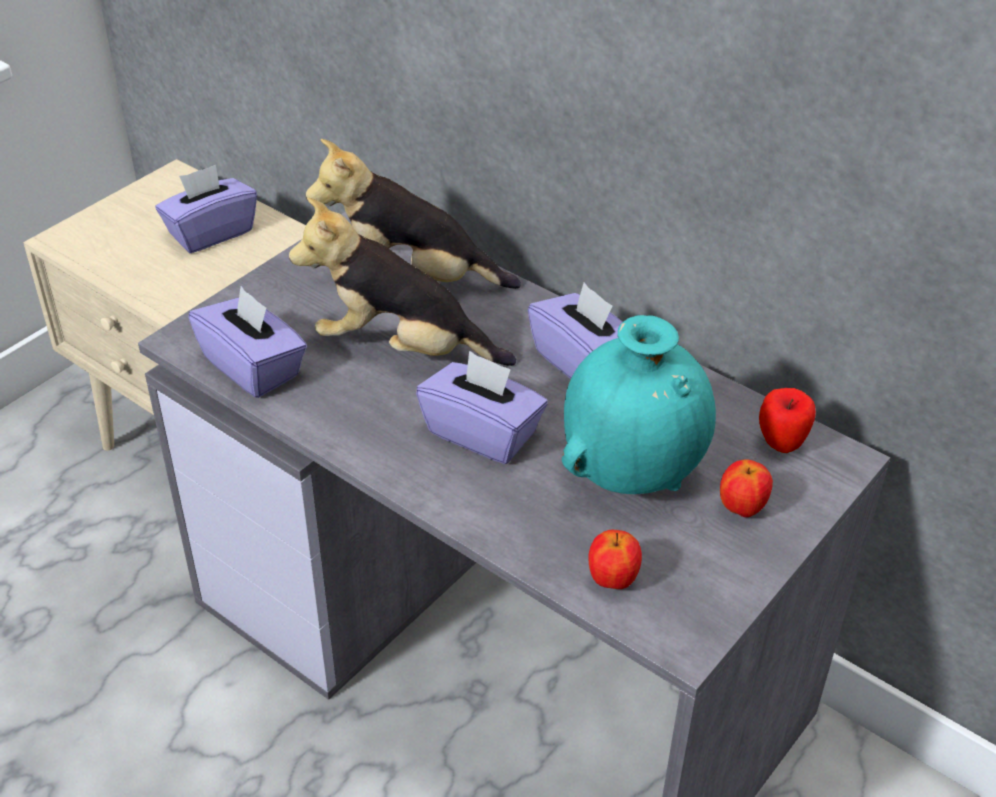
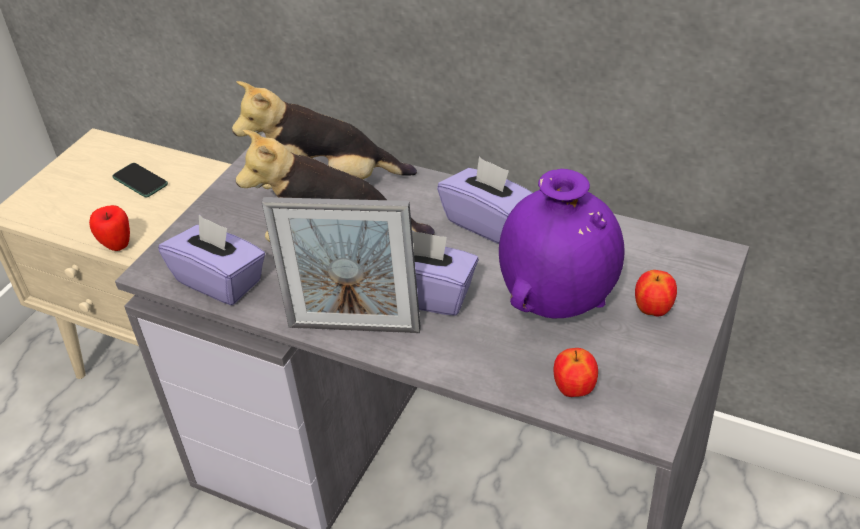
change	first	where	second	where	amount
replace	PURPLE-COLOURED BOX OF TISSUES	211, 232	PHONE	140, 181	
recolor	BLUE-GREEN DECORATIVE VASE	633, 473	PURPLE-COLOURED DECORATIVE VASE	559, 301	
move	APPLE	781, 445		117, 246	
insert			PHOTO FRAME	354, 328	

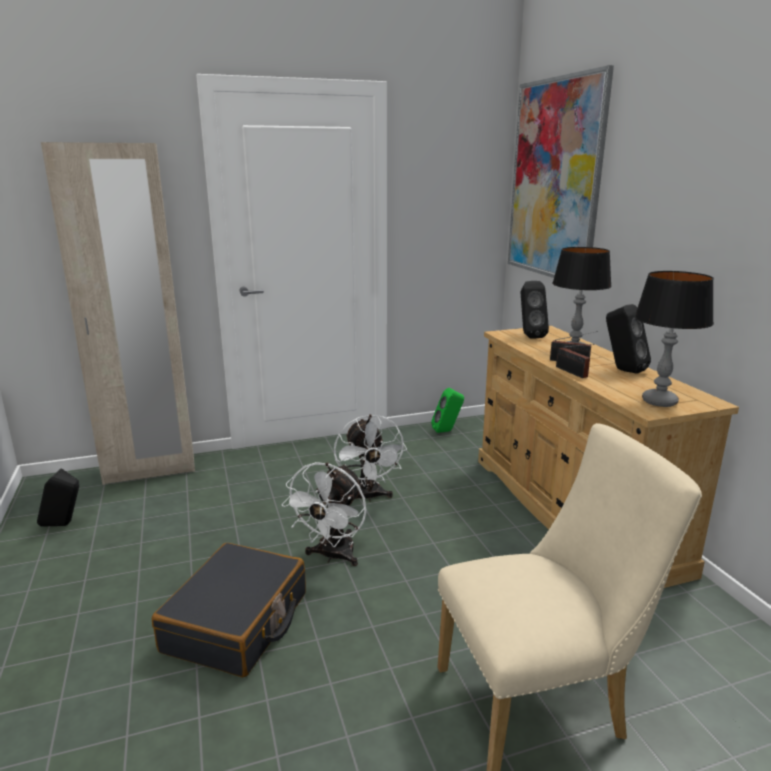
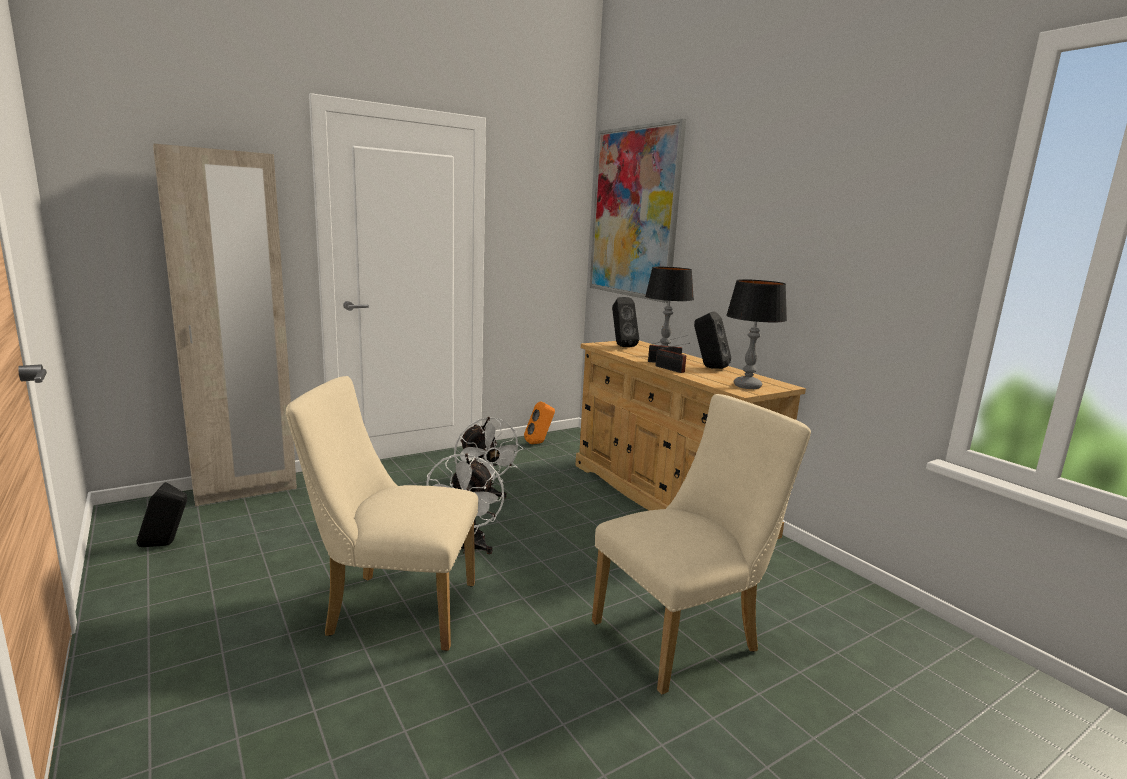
change	first	where	second	where	amount
recolor	GREEN-COLOURED LOUDSPEAKER	447, 431	ORANGE-COLOURED LOUDSPEAKER	539, 443	
replace	BLACK TRAVEL CASE	237, 622	SAND-COLOURED UPRIGHT CHAIR	392, 609	

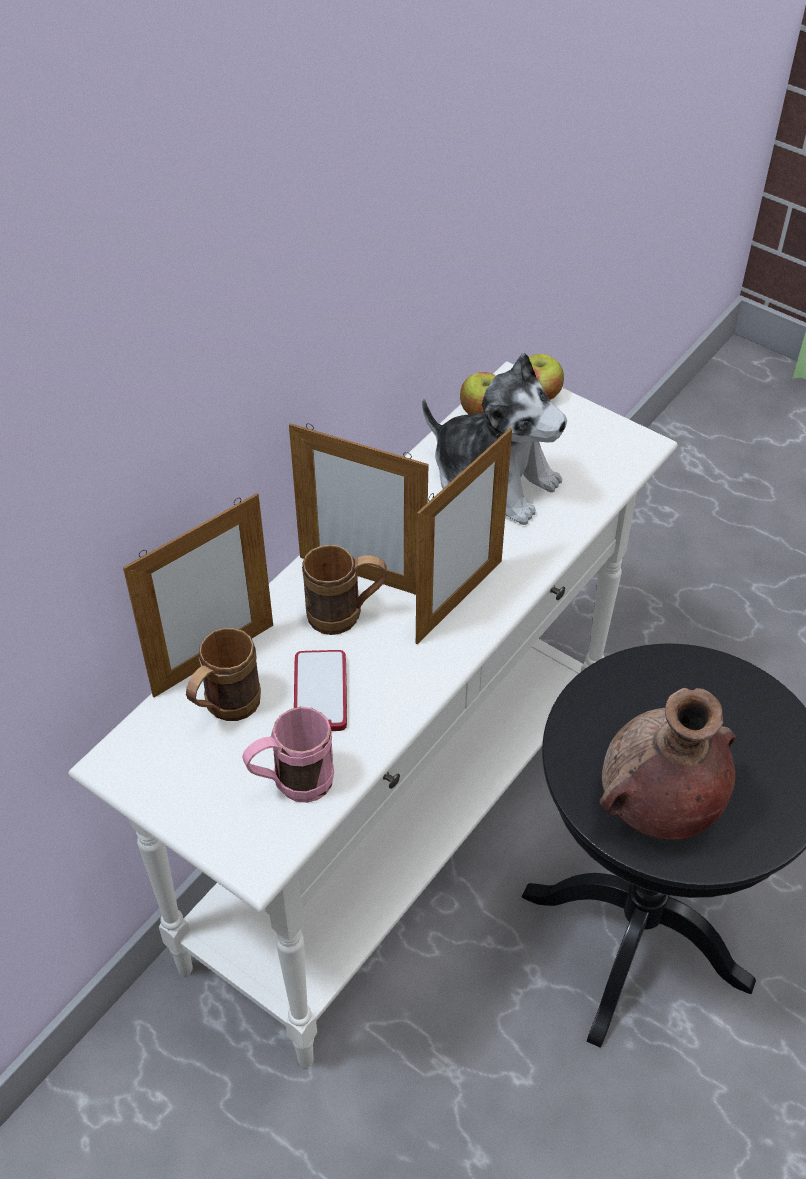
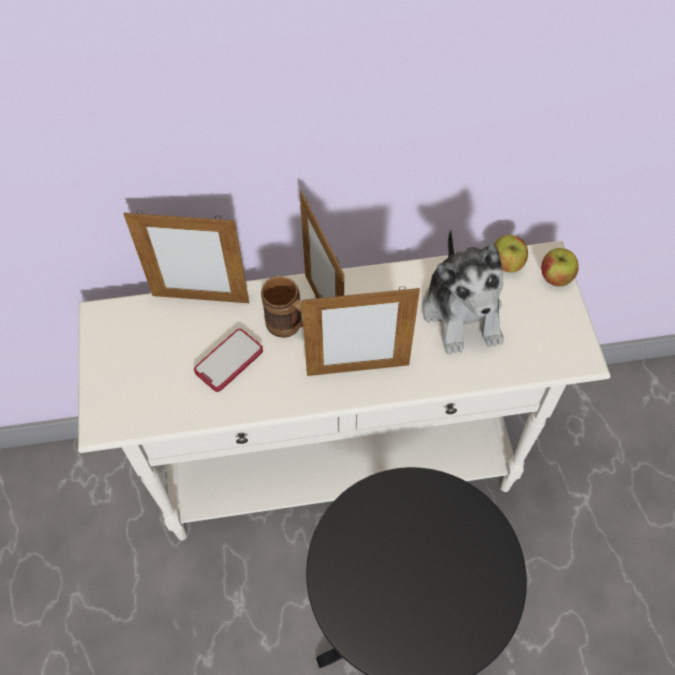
change	first	where	second	where	amount
delete	BROWN-COLOURED TEA MUG	224, 710			
delete	BROWN-COLOURED DECORATIVE VASE	657, 808			
delete	PINK-COLOURED TEA MUG	291, 785			

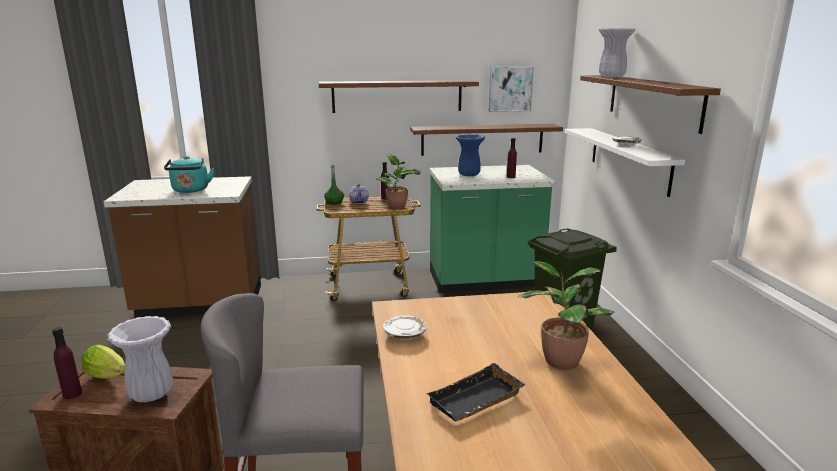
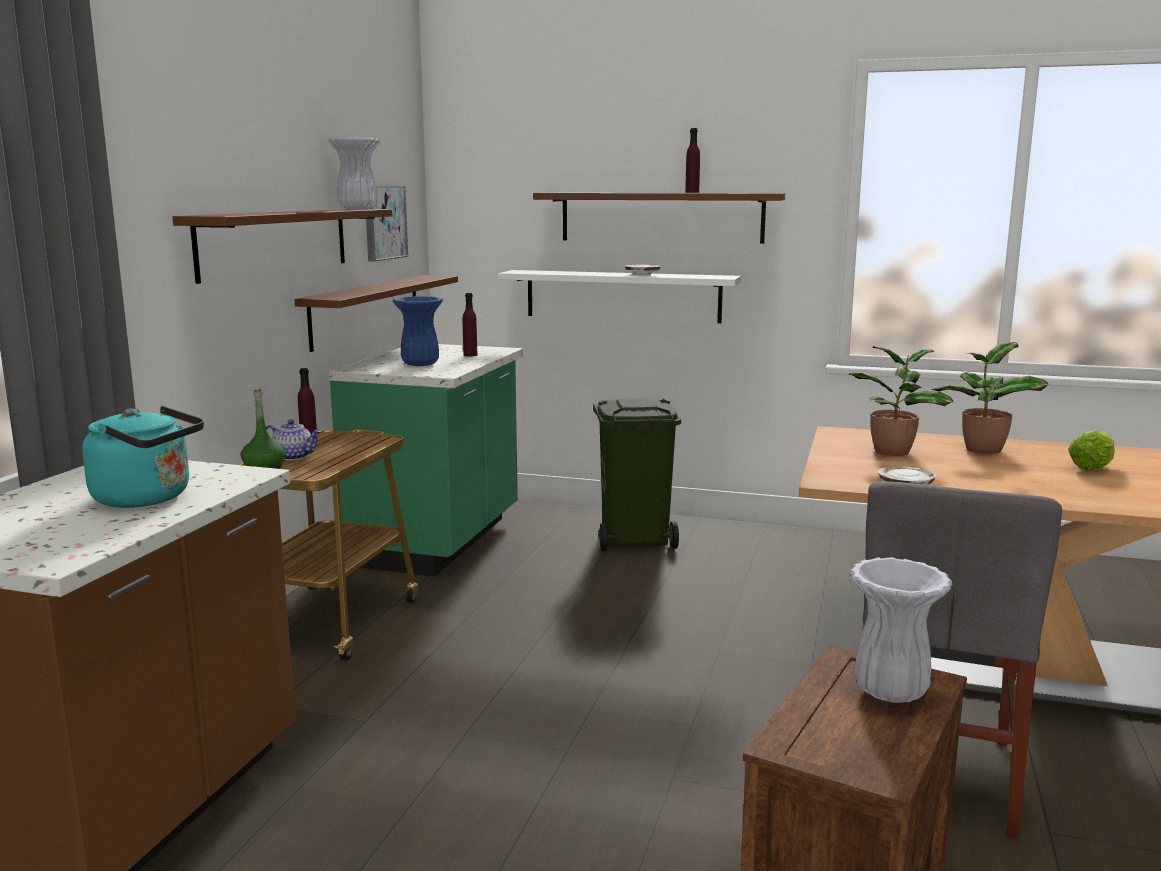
change	first	where	second	where	amount
move	WHITISH DECORATIVE VASE	611, 77		357, 209	
move	POTTED PLANT	398, 207		893, 451	
move	PURPLE-COLOURED BOTTLE	72, 394		692, 192	
move	LETTUCE HEAD	109, 376		1093, 467	
delete	BLACK SERVING TRAY	476, 401			

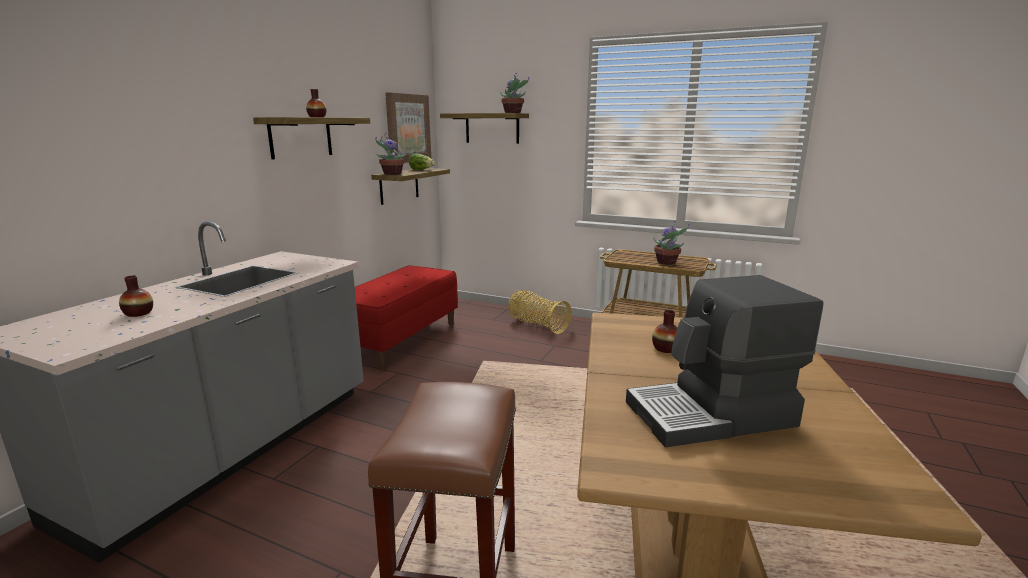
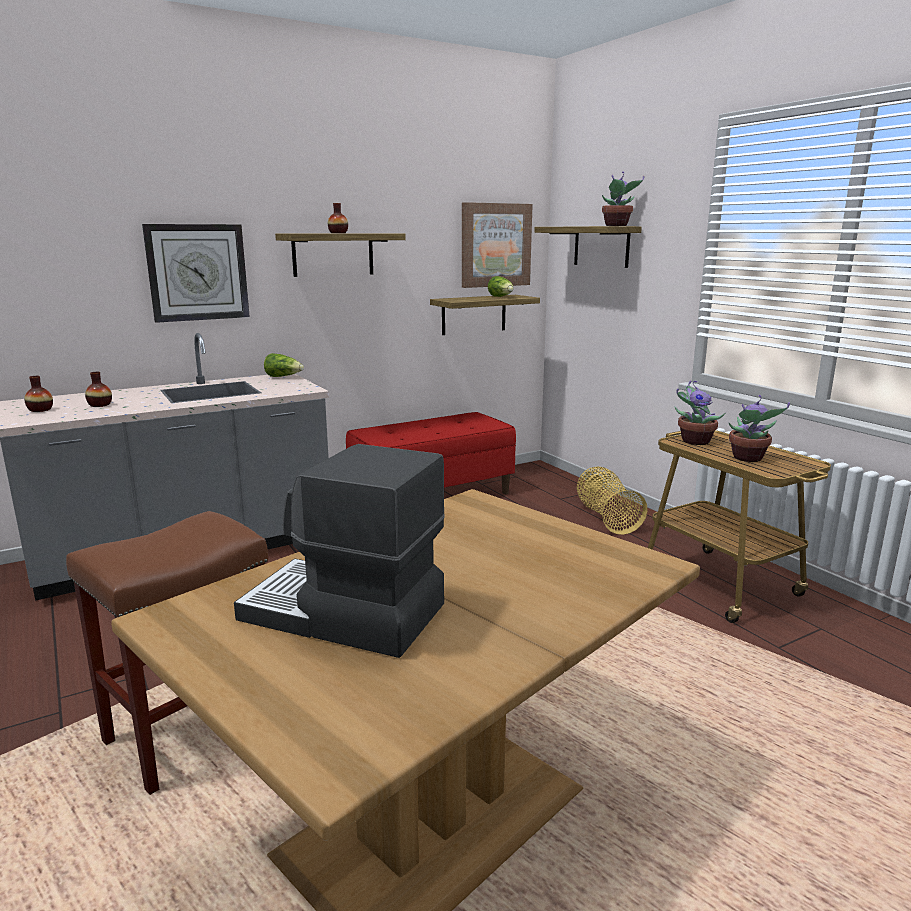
change	first	where	second	where	amount
move	POTTED PLANT	391, 174		693, 441	
move	DECORATIVE VASE	665, 349		40, 410	
insert			WALL CLOCK	197, 272	
insert			LETTUCE HEAD	283, 377	

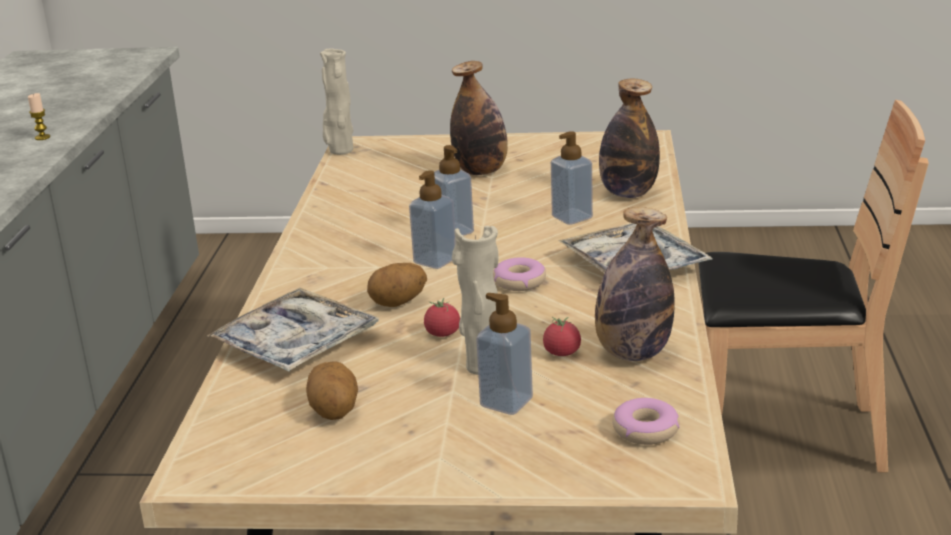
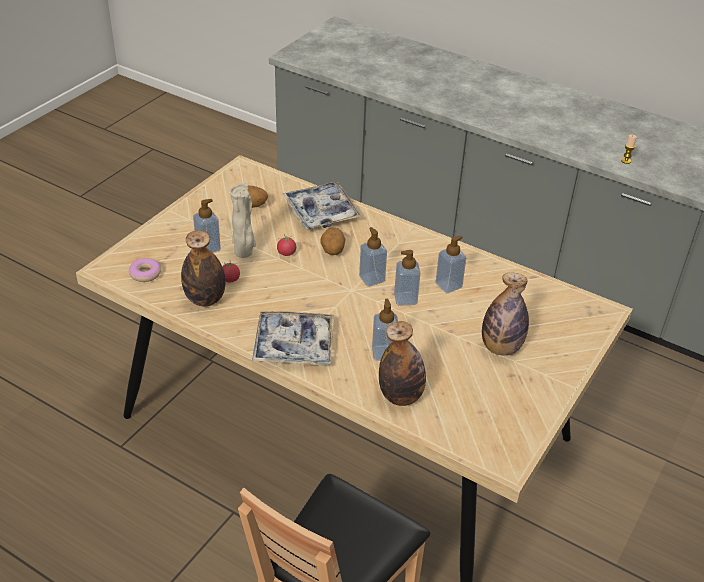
change	first	where	second	where	amount
delete	SAND-COLOURED DECORATIVE VASE	340, 151			
delete	RING DOUGHNUT	519, 282			
insert			SOAP BOTTLE	448, 285	

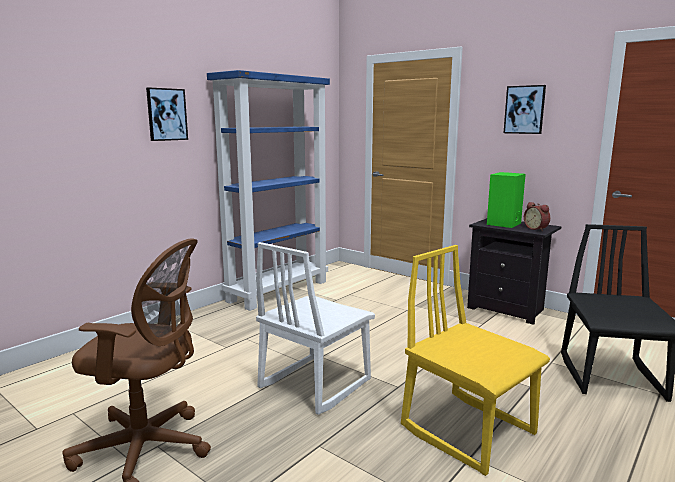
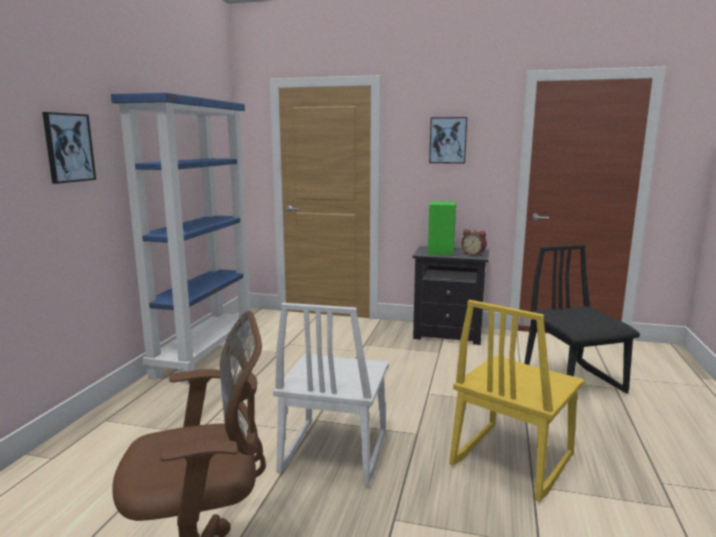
change	first	where	second	where	amount
rotate	YELLOWISH UPRIGHT CHAIR	468, 430		511, 460	75 degrees counterclockwise

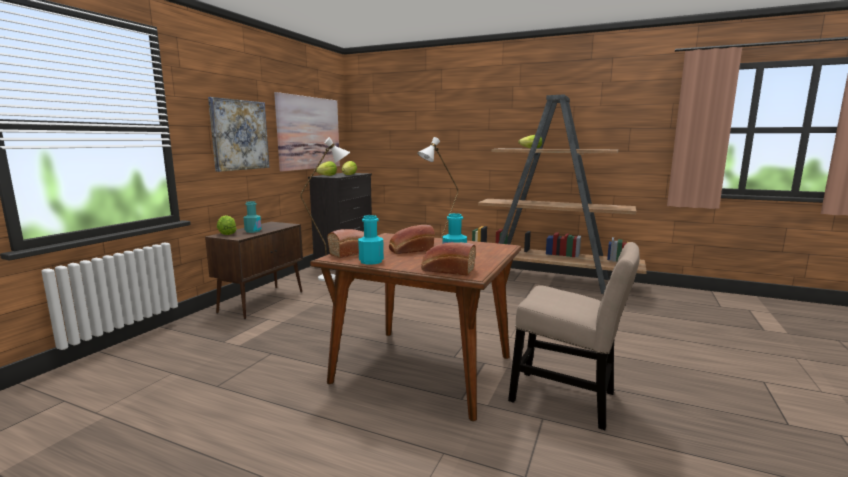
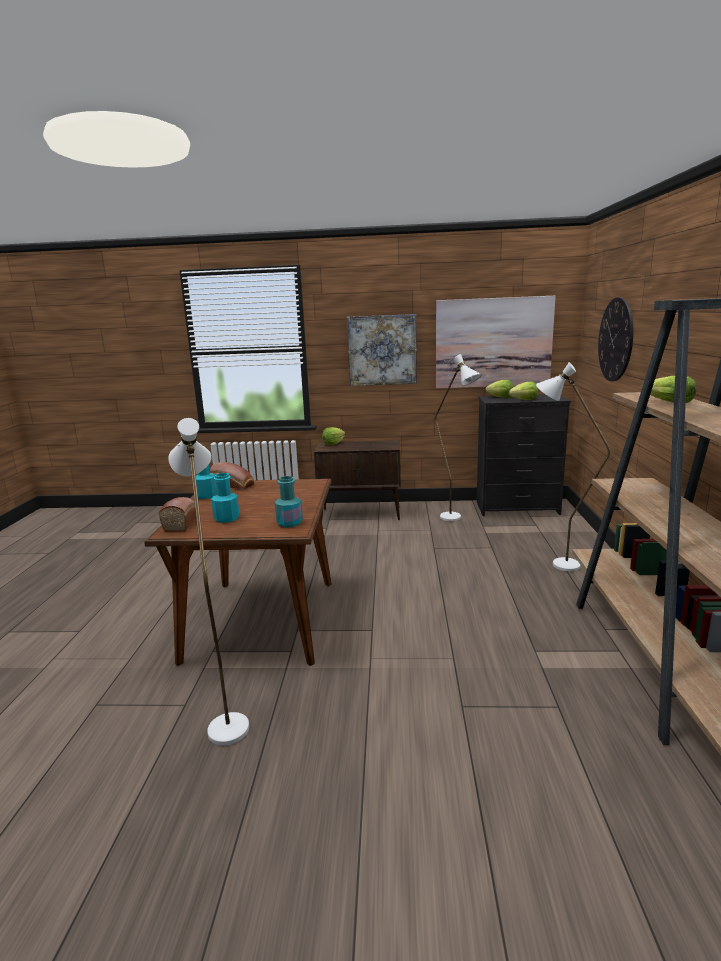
change	first	where	second	where	amount
move	BLUE-GREEN BOTTLE	253, 231		289, 523	
delete	BAKERY BREAD	410, 250			
replace	SAND-COLOURED UPRIGHT CHAIR	568, 399	WHITISH STANDARD LAMP	225, 720	
insert			WALL CLOCK	615, 340	

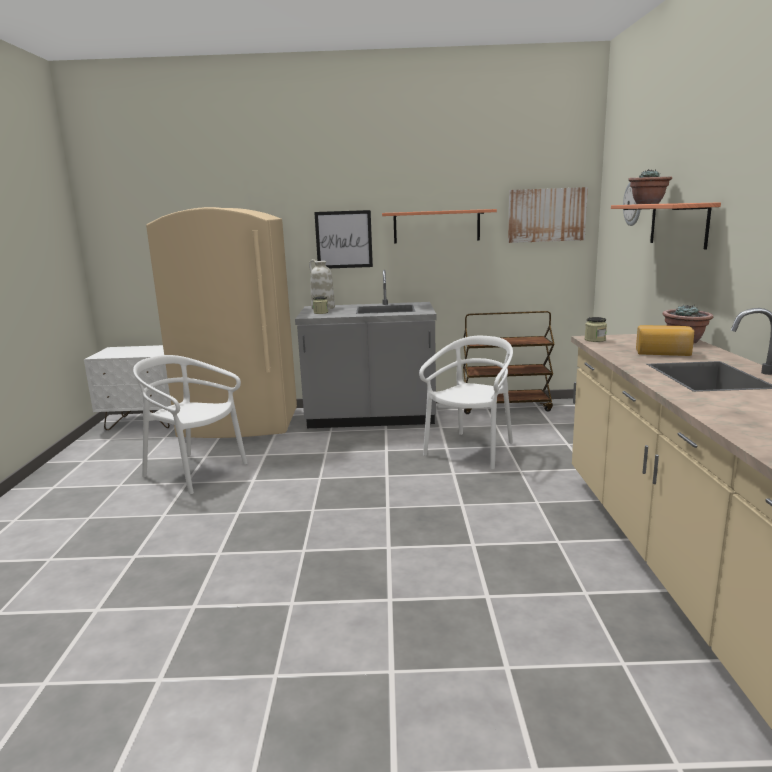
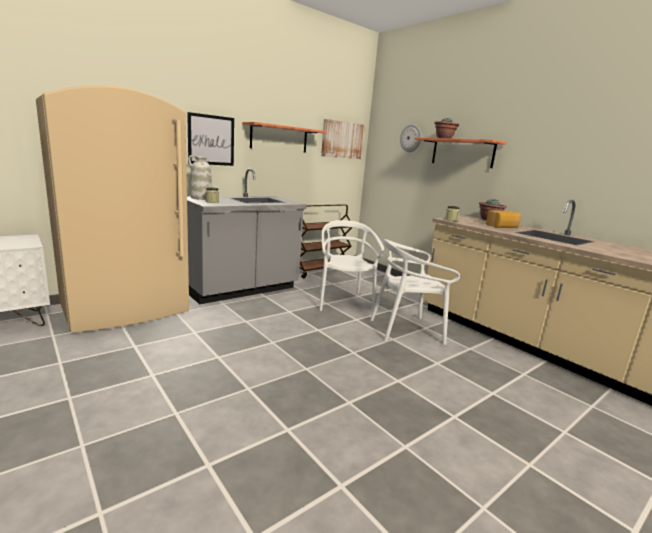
change	first	where	second	where	amount
move	WHITISH UPRIGHT CHAIR	194, 472		406, 330	

